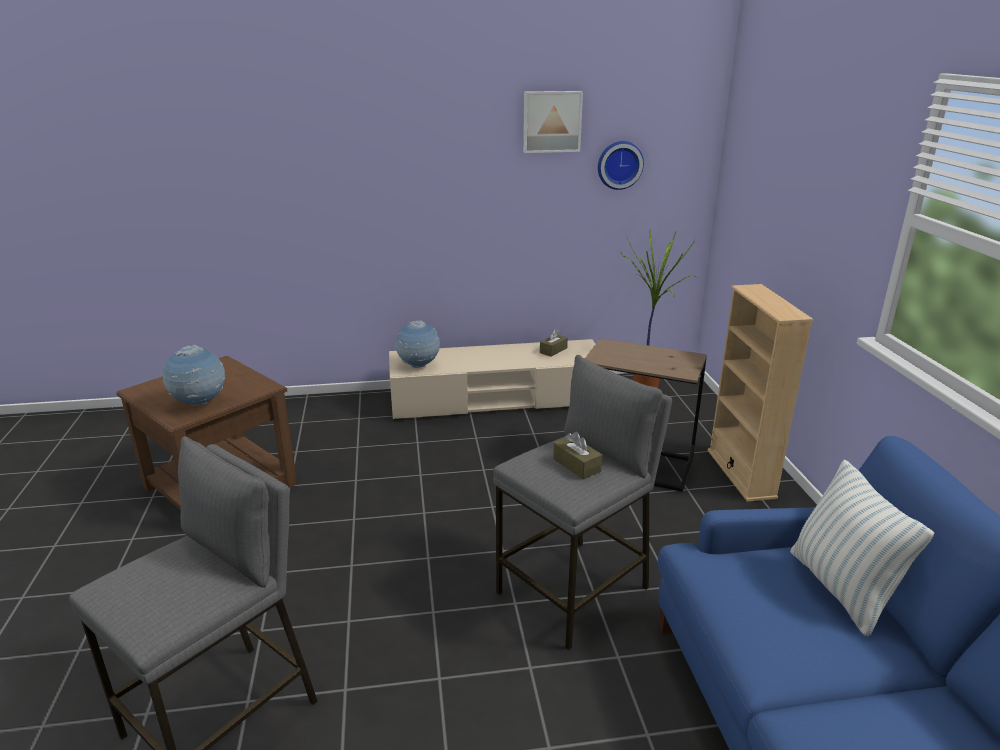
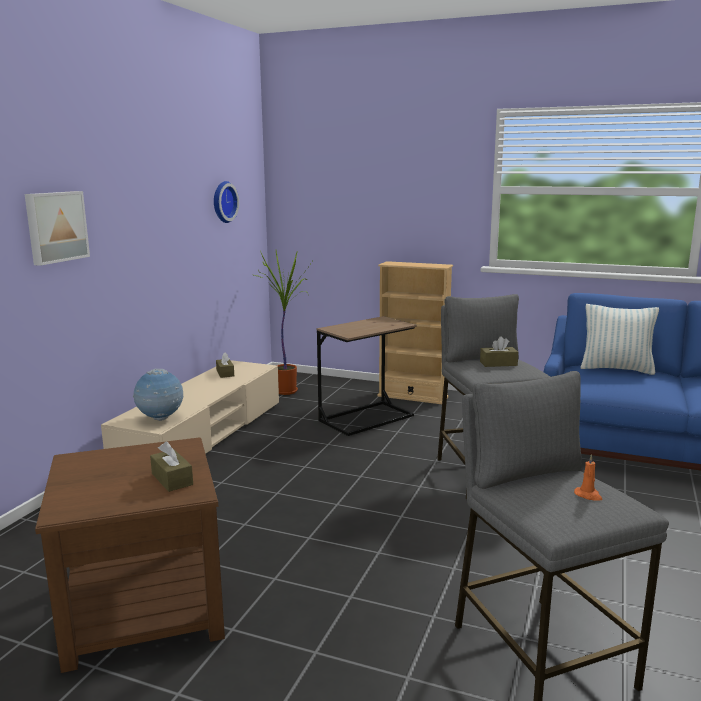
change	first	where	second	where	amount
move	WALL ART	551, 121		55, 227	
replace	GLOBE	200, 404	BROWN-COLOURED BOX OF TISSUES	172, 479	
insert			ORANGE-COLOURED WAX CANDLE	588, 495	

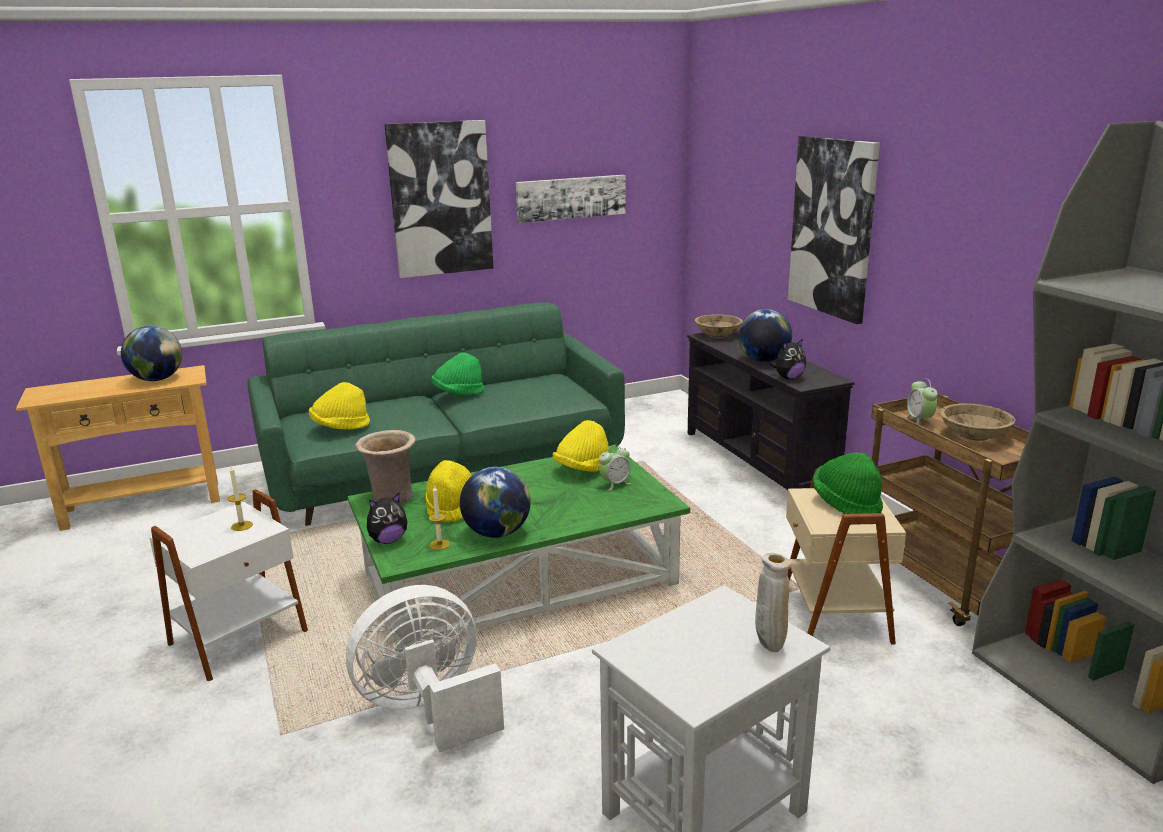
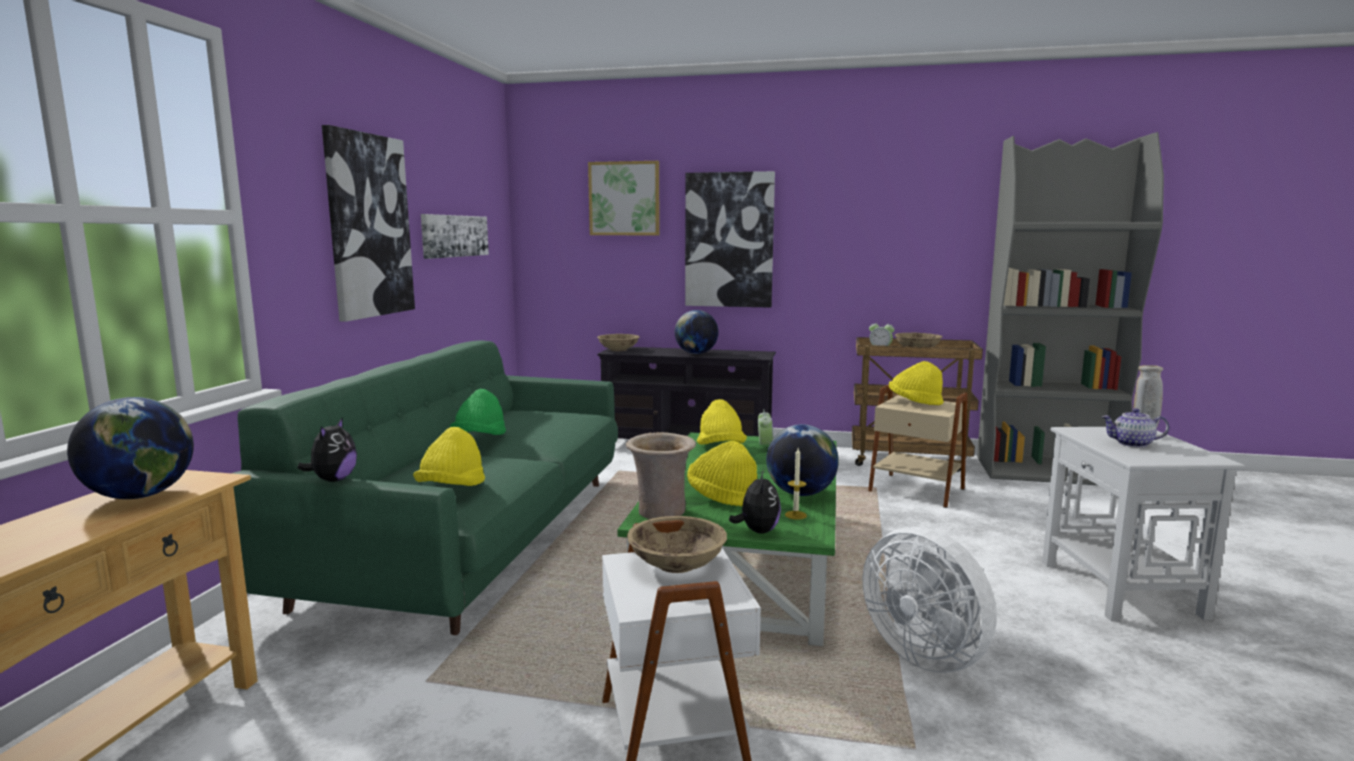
change	first	where	second	where	amount
move	CUDDLY TOY	788, 378		333, 480	
recolor	GREEN-COLOURED HAT	846, 503	YELLOWISH HAT	915, 403	
replace	WAX CANDLE	242, 526	SAND-COLOURED BOWL	676, 564	
rotate	WHITISH FAN	428, 710		927, 654	45 degrees counterclockwise
insert			WALL ART	624, 198	
insert			TEAPOT	1132, 444	

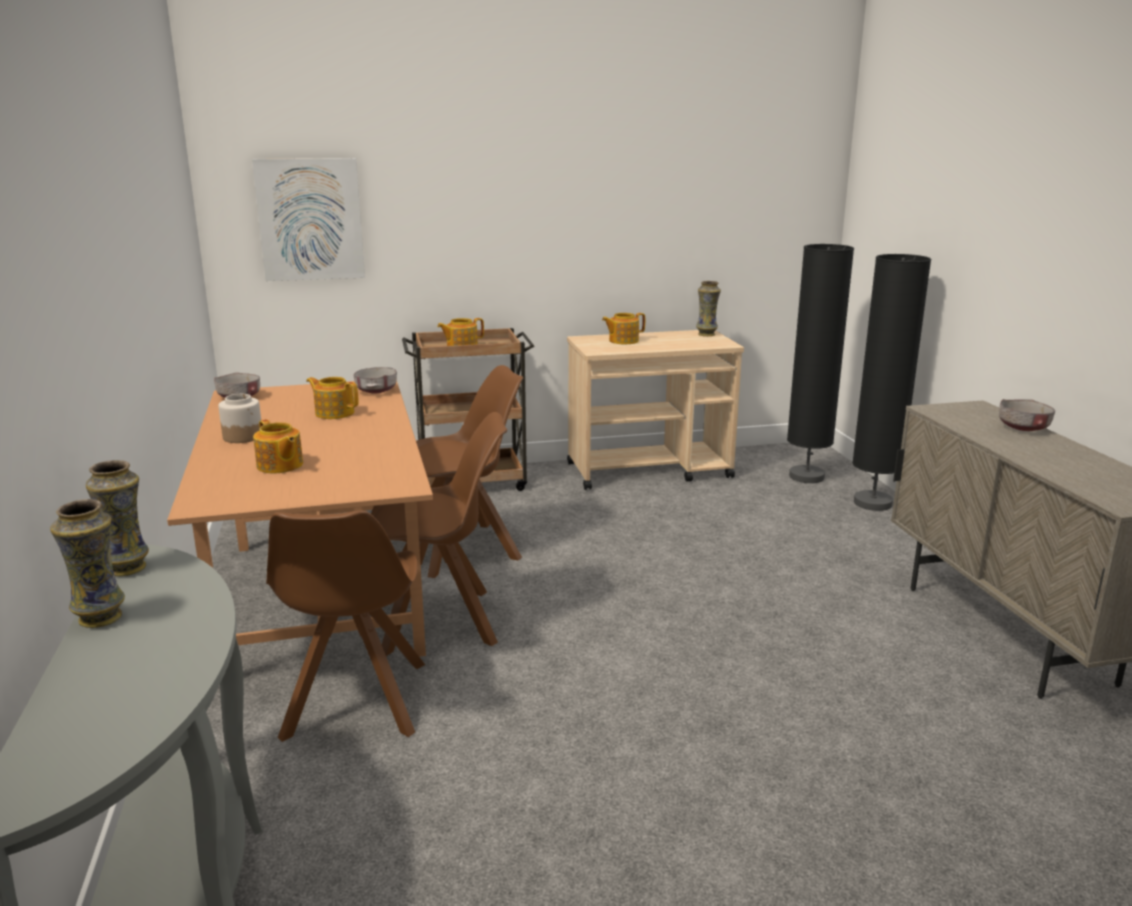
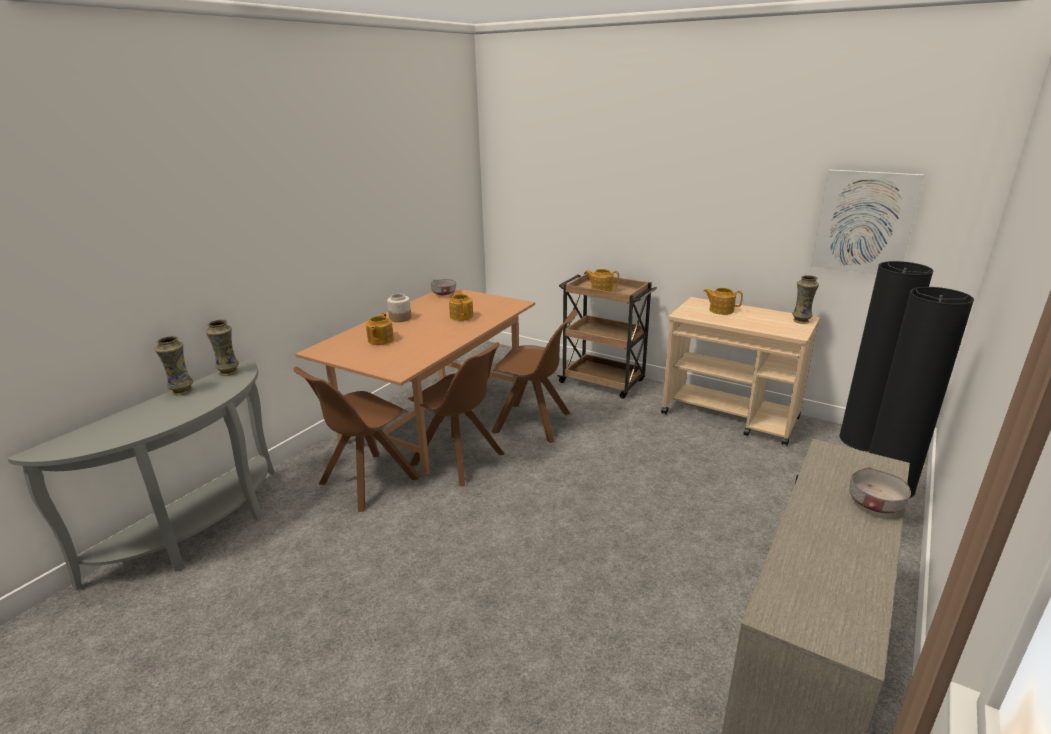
change	first	where	second	where	amount
move	WALL ART	310, 219		864, 222	
delete	GRAY BOWL	376, 391			

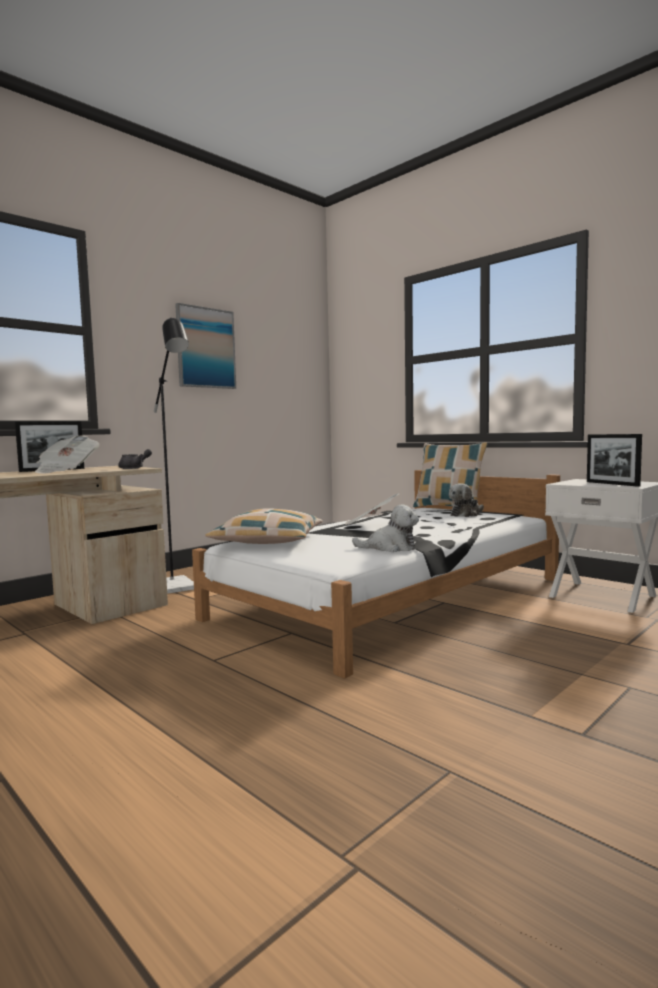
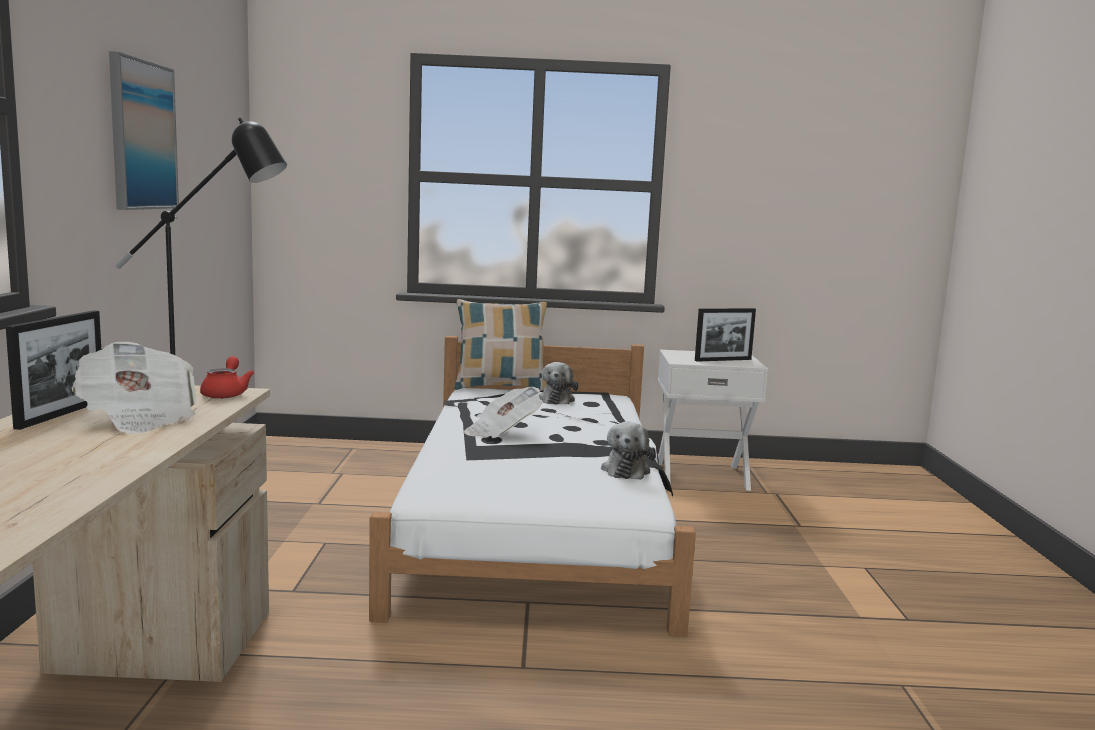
change	first	where	second	where	amount
rotate	PHOTO FRAME	612, 484		723, 360	45 degrees counterclockwise
recolor	GRAY TEAPOT	135, 468	REDDISH TEAPOT	226, 394	
rotate	CUDDLY TOY	390, 548		626, 470	135 degrees clockwise
delete	THROW PILLOW	268, 541			

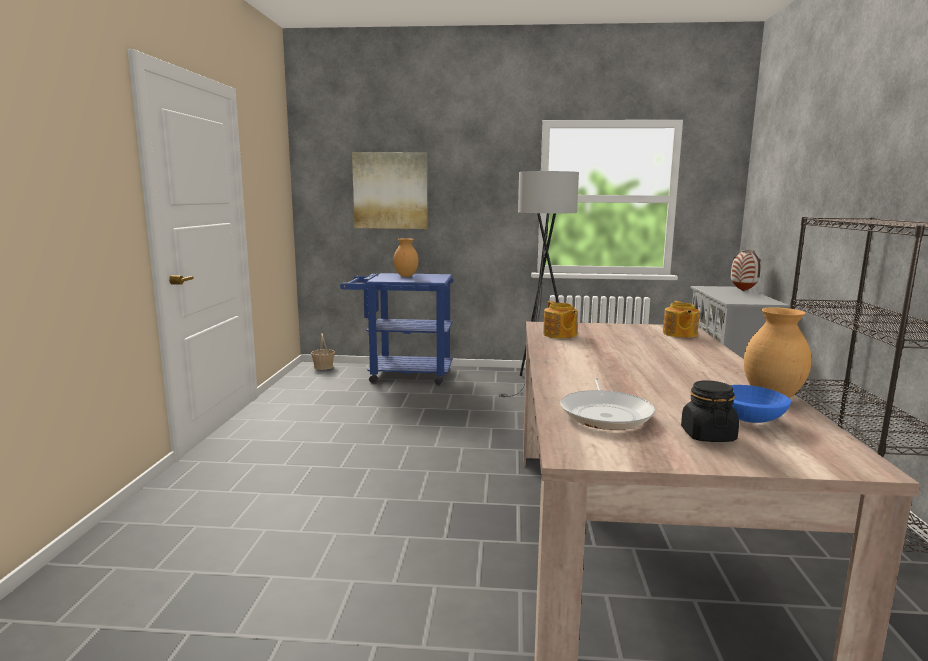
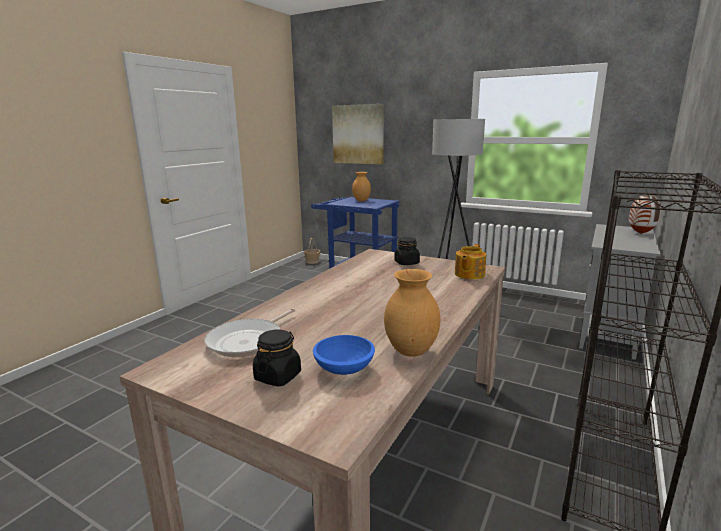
change	first	where	second	where	amount
delete	TEAPOT	559, 334			
insert			BLACK PRESERVE JAR	406, 263	

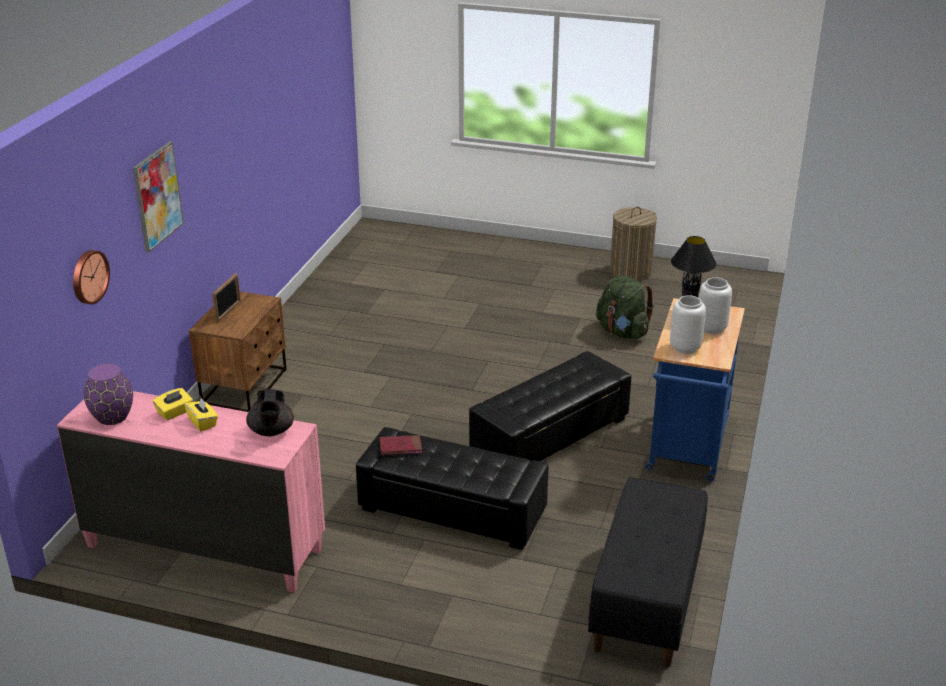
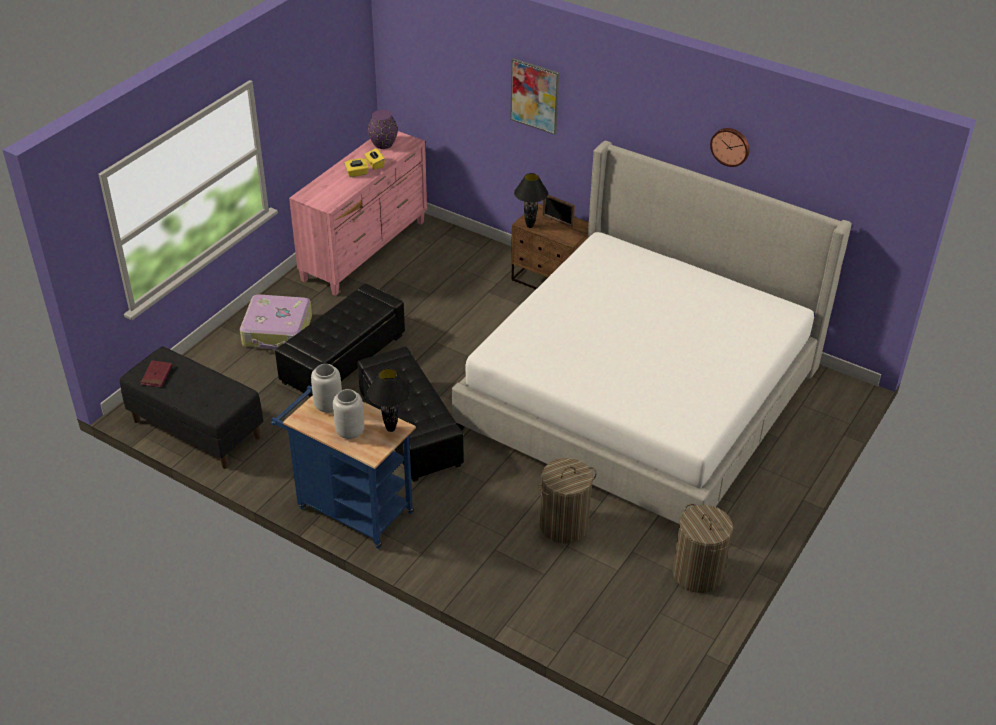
change	first	where	second	where	amount
move	WALL CLOCK	88, 276		730, 146	
replace	GREEN-COLOURED KNAPSACK	622, 332	LAUNDRY BASKET	563, 525	
delete	BLACK TEAPOT	271, 431			
move	REDDISH VOLUME	400, 447		157, 375	
insert			BEDROOM BED	640, 397	
insert			BLACK TABLETOP LAMP	529, 226	
insert			TRAVEL CASE	278, 332	

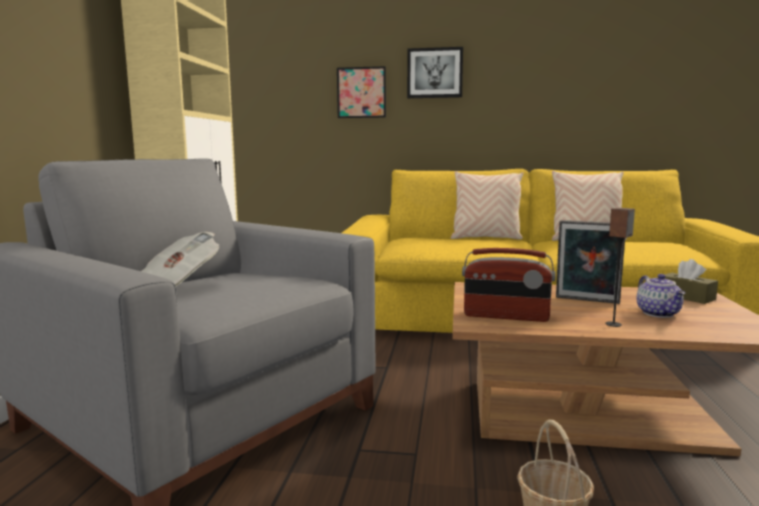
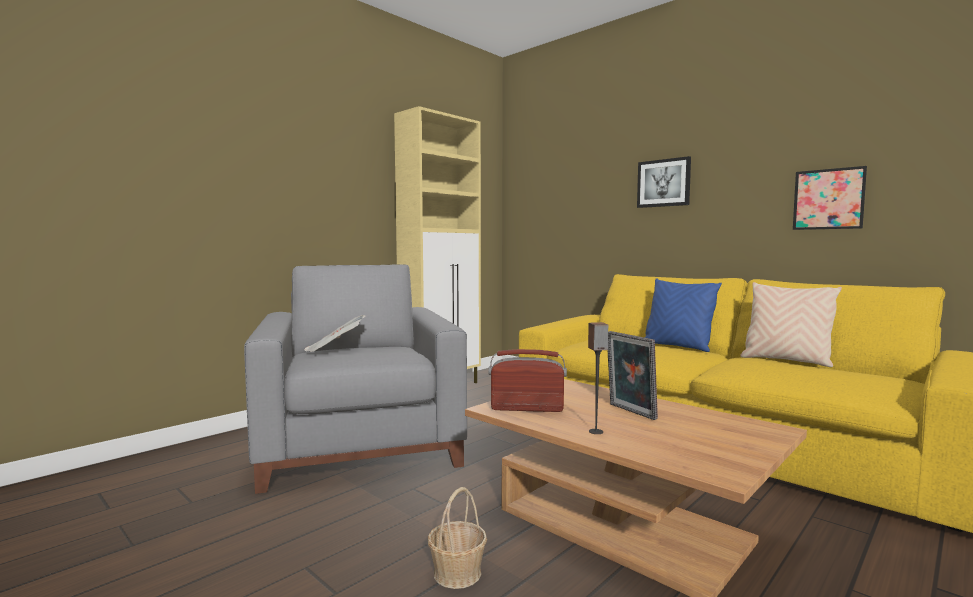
change	first	where	second	where	amount
move	WALL ART	361, 92		828, 199	
recolor	SAND-COLOURED THROW PILLOW	486, 238	BLUE THROW PILLOW	677, 347	
rotate	RADIO RECEIVER	506, 316		527, 408	135 degrees clockwise
delete	BROWN-COLOURED BOX OF TISSUES	686, 297			
delete	TEAPOT	659, 313			

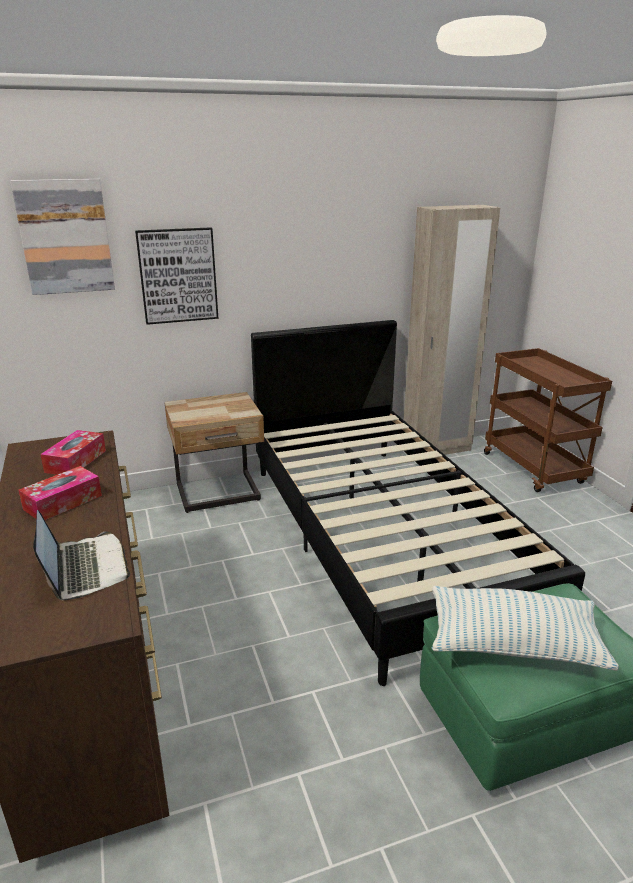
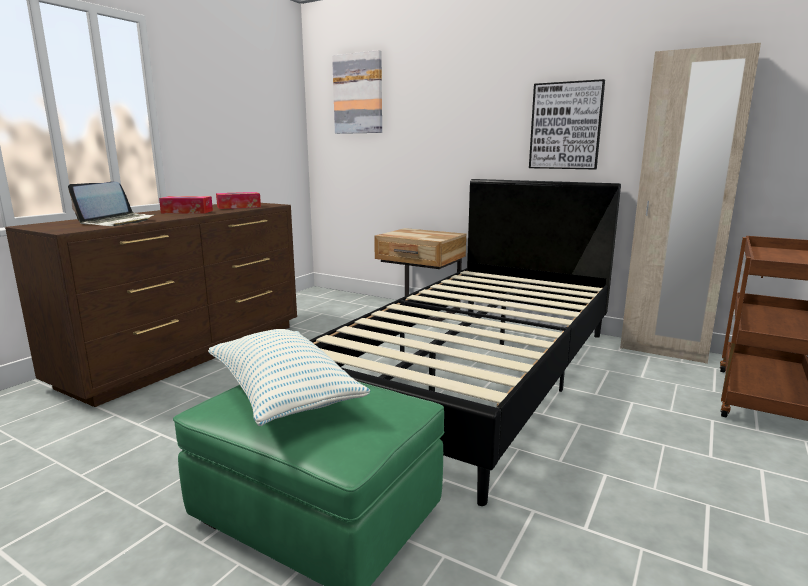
change	first	where	second	where	amount
move	WALL ART	178, 275		565, 126	

